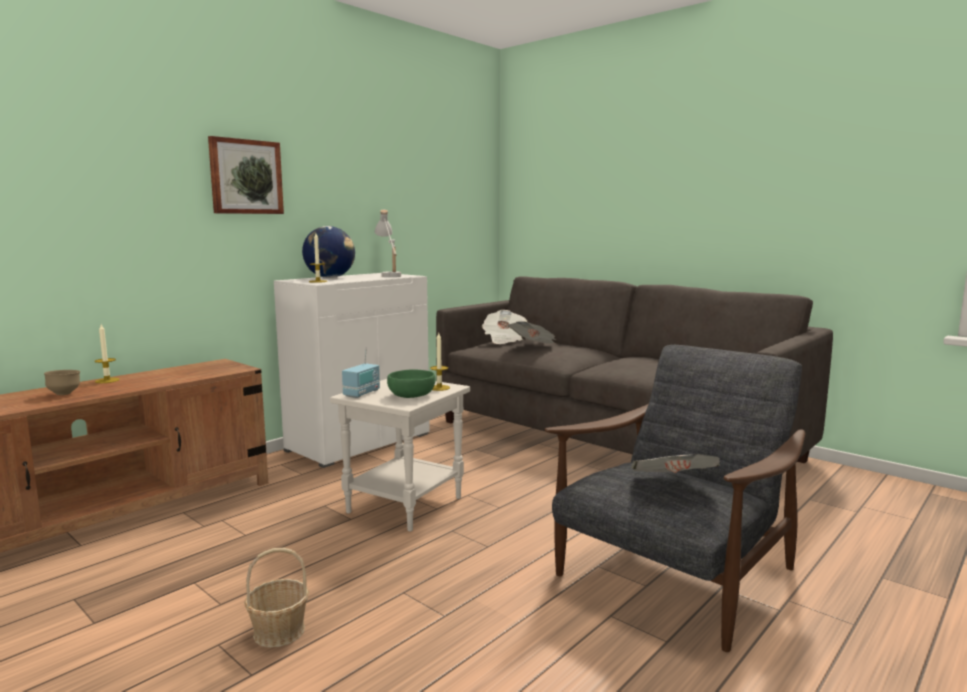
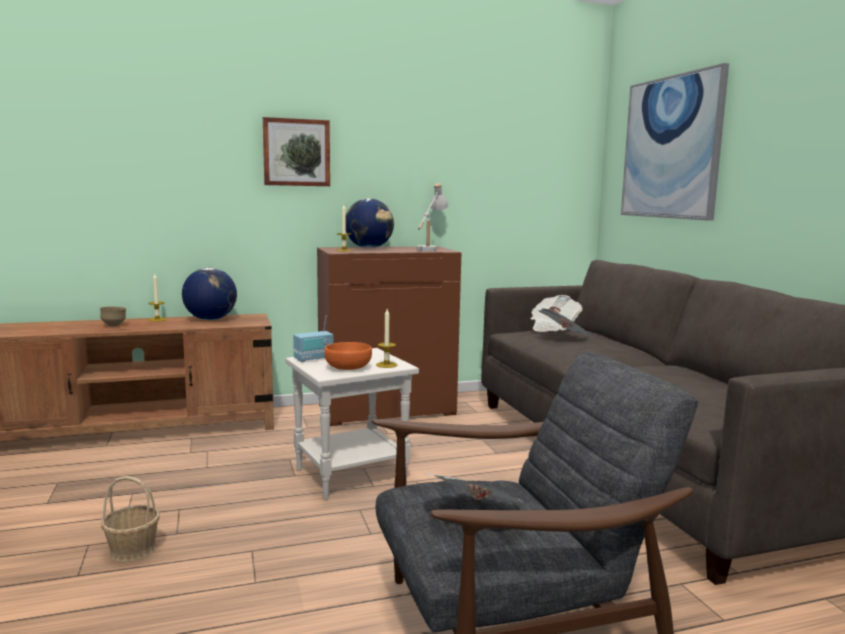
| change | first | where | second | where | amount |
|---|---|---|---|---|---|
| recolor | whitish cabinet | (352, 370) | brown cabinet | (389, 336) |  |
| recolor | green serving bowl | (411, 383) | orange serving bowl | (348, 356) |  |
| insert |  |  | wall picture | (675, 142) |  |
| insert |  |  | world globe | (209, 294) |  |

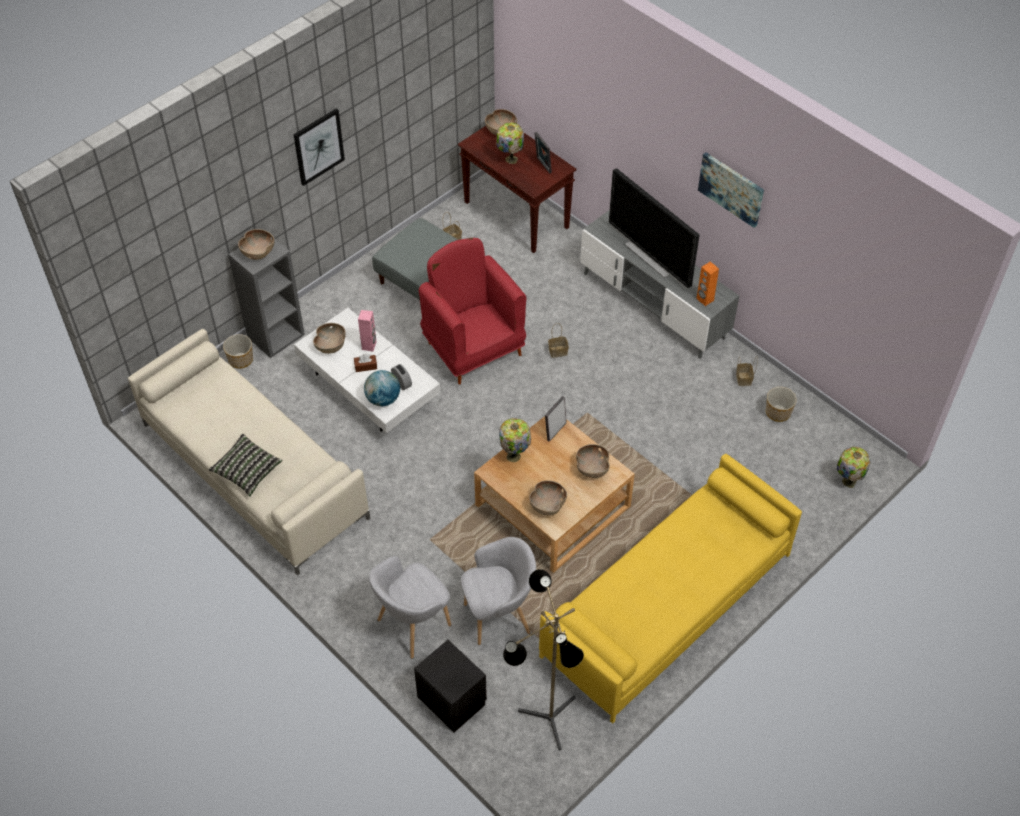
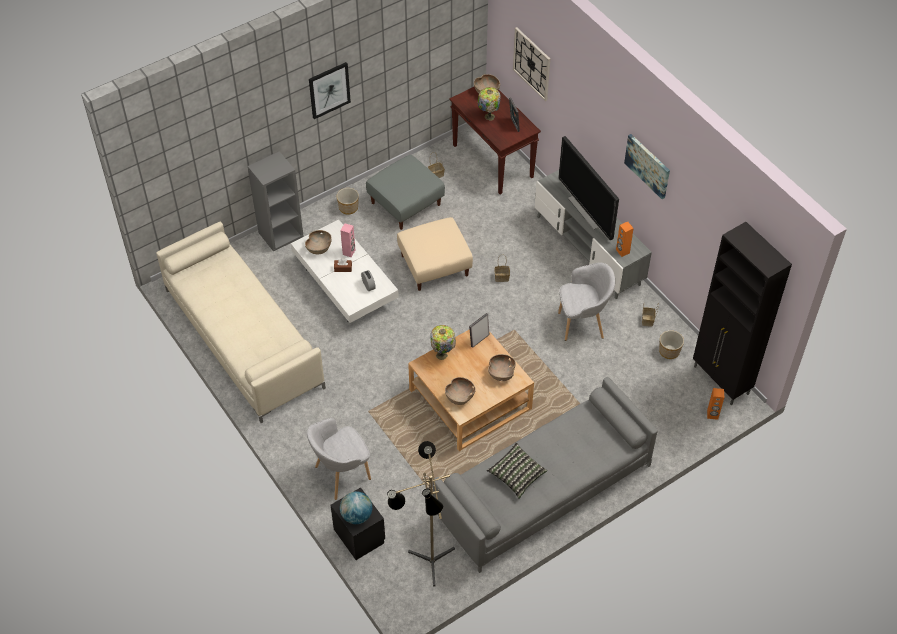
| change | first | where | second | where | amount |
|---|---|---|---|---|---|
| delete | brown serving bowl | (256, 244) |  |  |  |
| replace | reddish easy chair | (473, 311) | sand-coloured pouffe | (435, 254) |  |
| move | flower pot | (238, 351) |  | (347, 201) |  |
| move | world globe | (382, 388) |  | (356, 507) |  |
| move | pillow | (245, 465) |  | (517, 471) |  |
| replace | lamp for a table | (854, 467) | orange speaker | (715, 404) |  |
| recolor | yellow couch | (670, 589) | gray couch | (545, 475) |  |
| move | gray easy chair | (498, 591) |  | (586, 302) |  |
| insert |  |  | wall clock | (531, 64) |  |
| insert |  |  | blackish cabinet | (742, 313) |  |

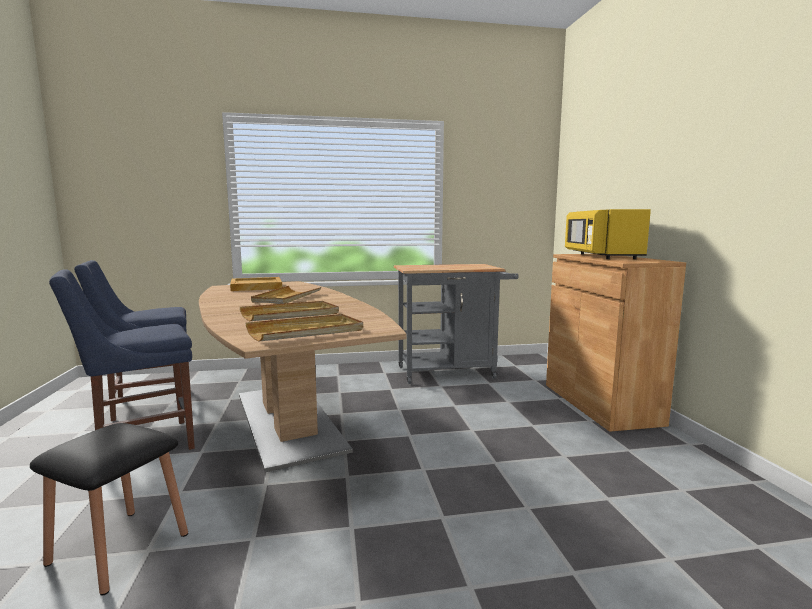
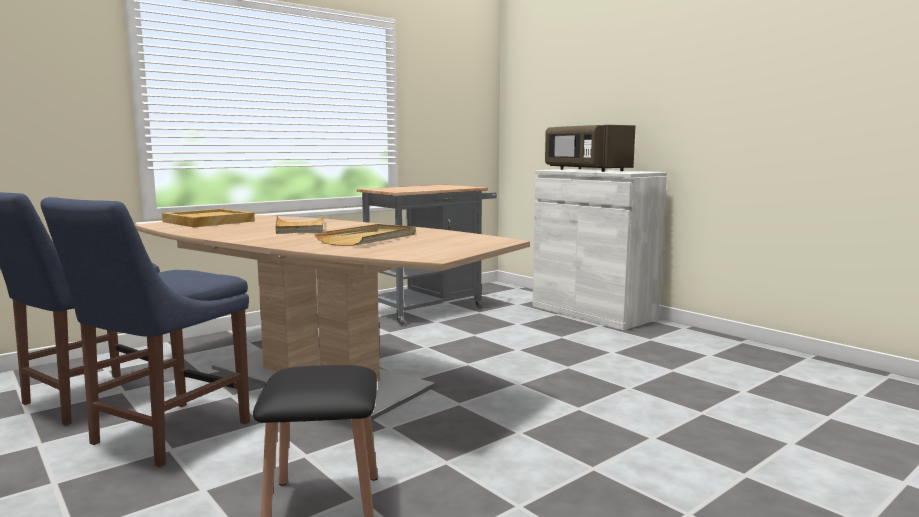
| change | first | where | second | where | amount |
|---|---|---|---|---|---|
| recolor | yellow kitchen microwave | (608, 234) | brown kitchen microwave | (590, 148) |  |
| recolor | brown cabinet | (616, 343) | whitish cabinet | (599, 249) |  |
| delete | sand-coloured tray | (304, 328) |  |  |  |

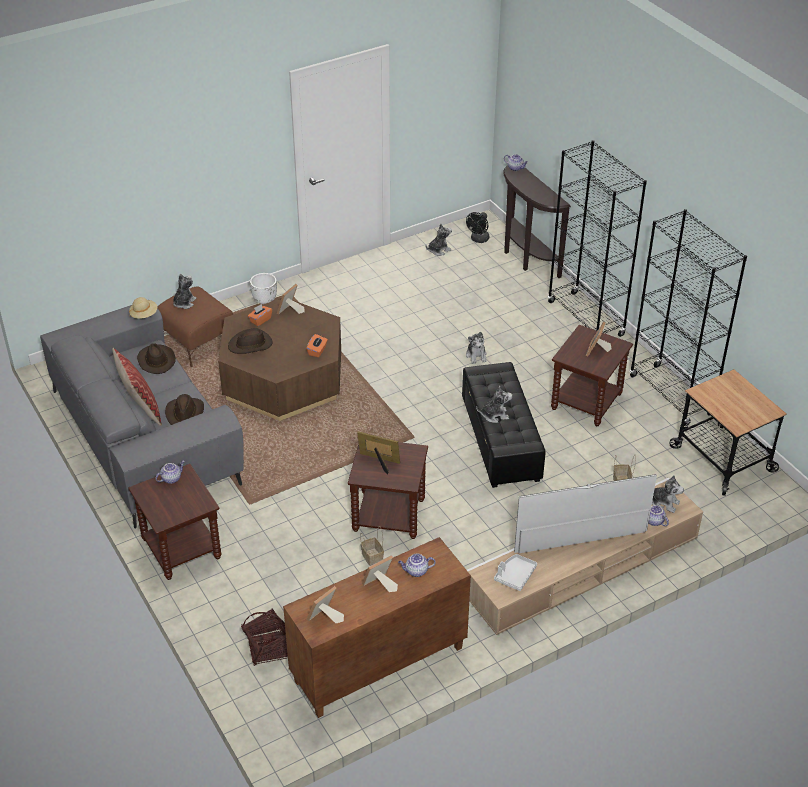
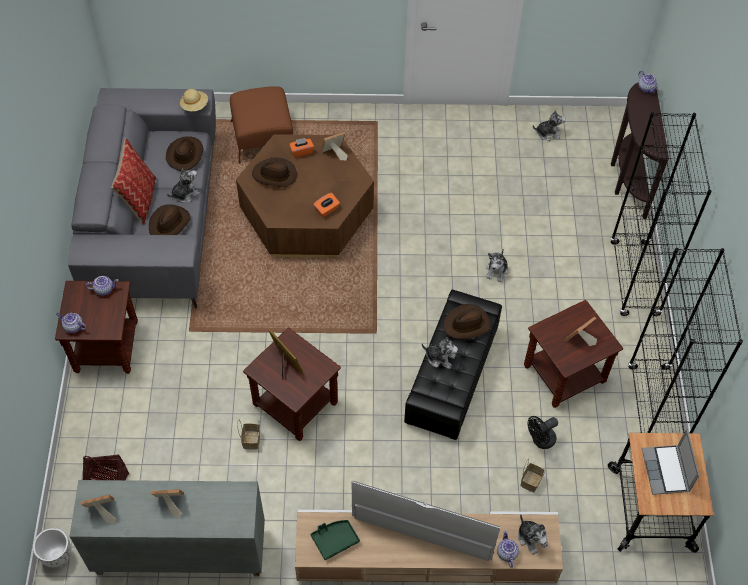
| change | first | where | second | where | amount |
|---|---|---|---|---|---|
| move | blackish fan | (477, 227) |  | (542, 432) |  |
| move | whitish flower pot | (263, 288) |  | (52, 548) |  |
| move | cuddly toy | (184, 291) |  | (183, 185) |  |
| recolor | brown cabinet | (377, 627) | gray cabinet | (167, 528) |  |
| move | teapot | (417, 565) |  | (71, 323) |  |
| recolor | gray tray | (515, 572) | green tray | (335, 540) |  |
| insert |  |  | brown clothing hat | (467, 321) |  |
| insert |  |  | notebook computer | (670, 462) |  |

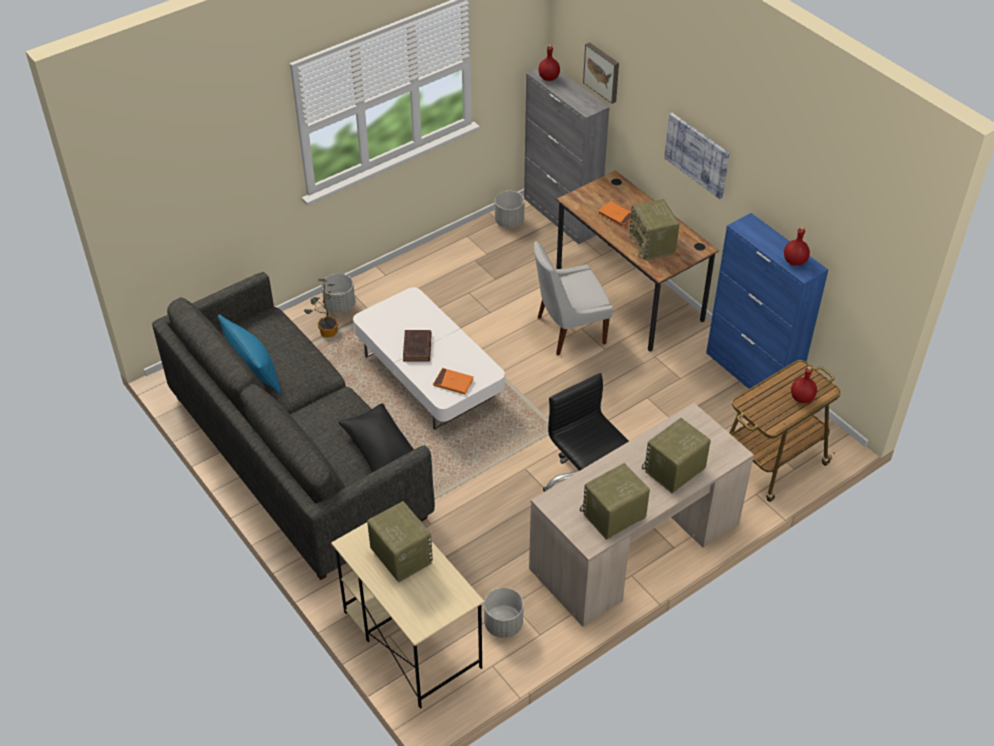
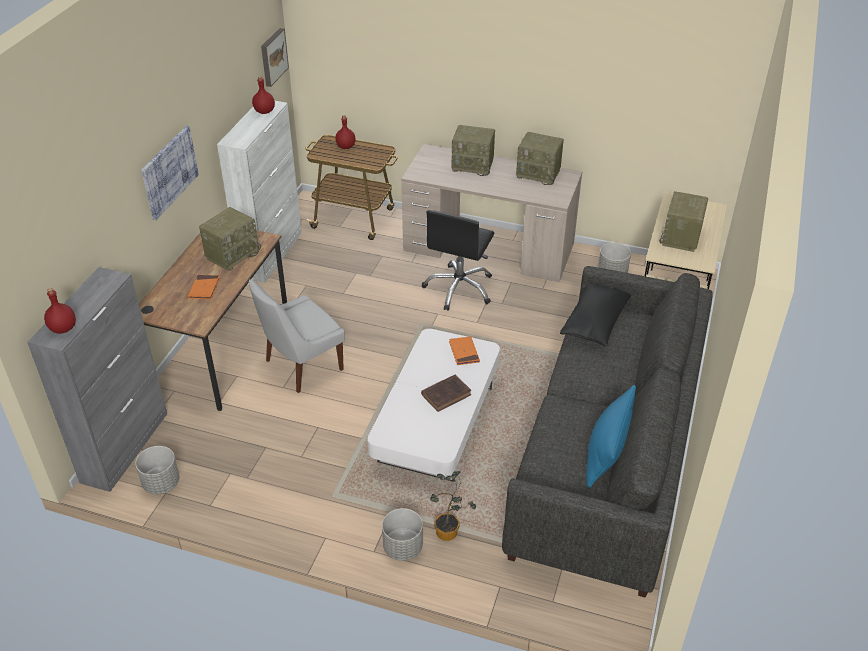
| change | first | where | second | where | amount |
|---|---|---|---|---|---|
| move | wall picture | (601, 73) |  | (275, 57) |  |
| recolor | blue-coloured cabinet | (767, 308) | whitish cabinet | (259, 192) |  |
| rotate | whitish plain chair | (573, 298) |  | (296, 336) | 105 degrees clockwise |

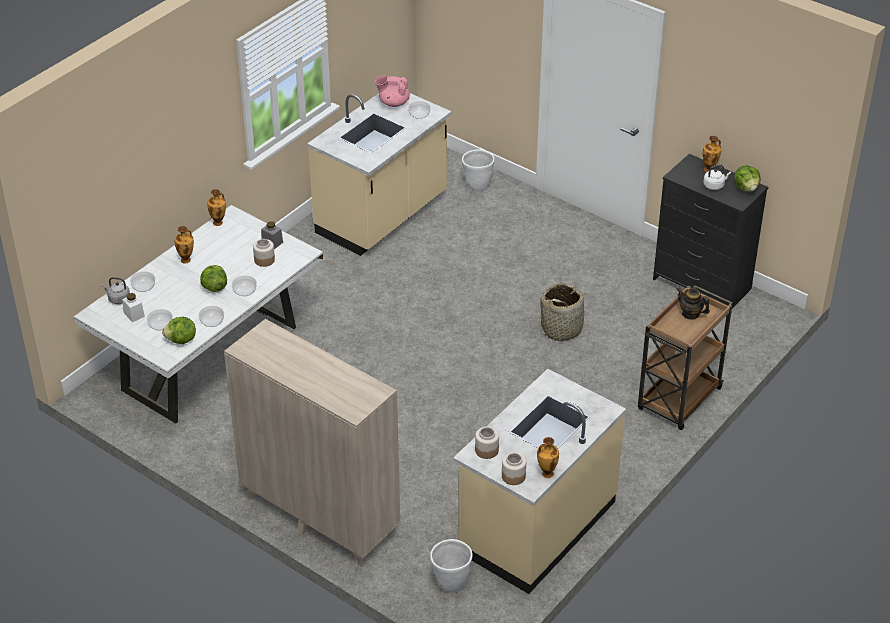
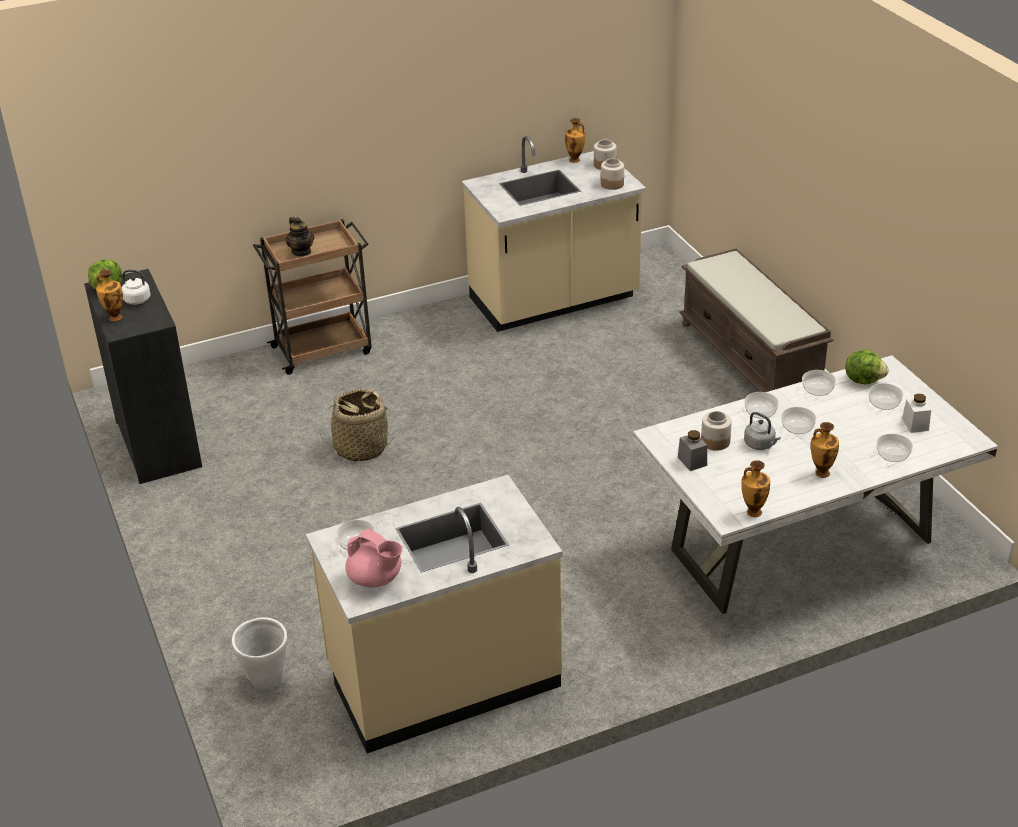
| change | first | where | second | where | amount |
|---|---|---|---|---|---|
| replace | head of lettuce | (213, 278) | serving bowl | (798, 420) |  |
| move | gray tea kettle | (116, 290) |  | (762, 431) |  |
| replace | sand-coloured cabinet | (312, 443) | brown indoor bench | (756, 320) |  |
| delete | whitish flower pot | (451, 565) |  |  |  |

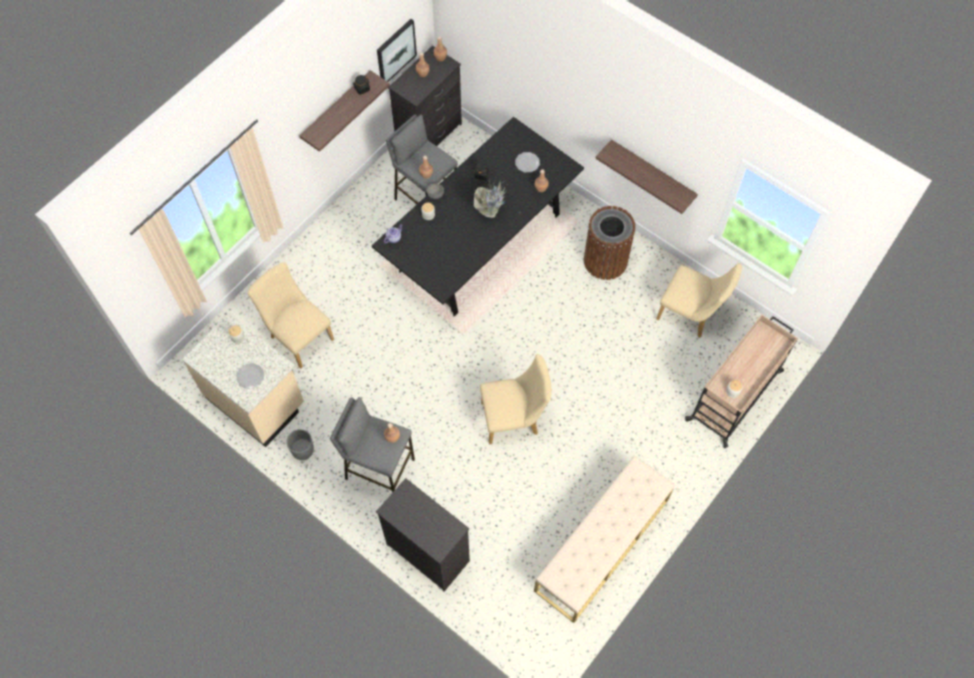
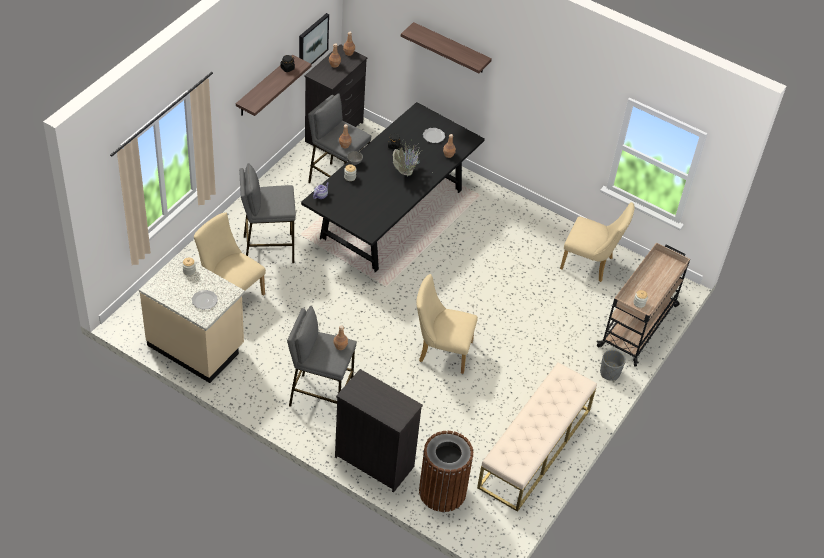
| change | first | where | second | where | amount |
|---|---|---|---|---|---|
| move | wall shelf | (646, 176) |  | (446, 47) |  |
| move | brown trash can | (609, 243) |  | (446, 471) |  |
| rotate | sand-coloured plain chair | (516, 399) |  | (447, 324) | 150 degrees counterclockwise |
| move | gray flower pot | (300, 444) |  | (613, 365) |  |
| insert |  |  | gray sitting stool | (267, 213) |  |

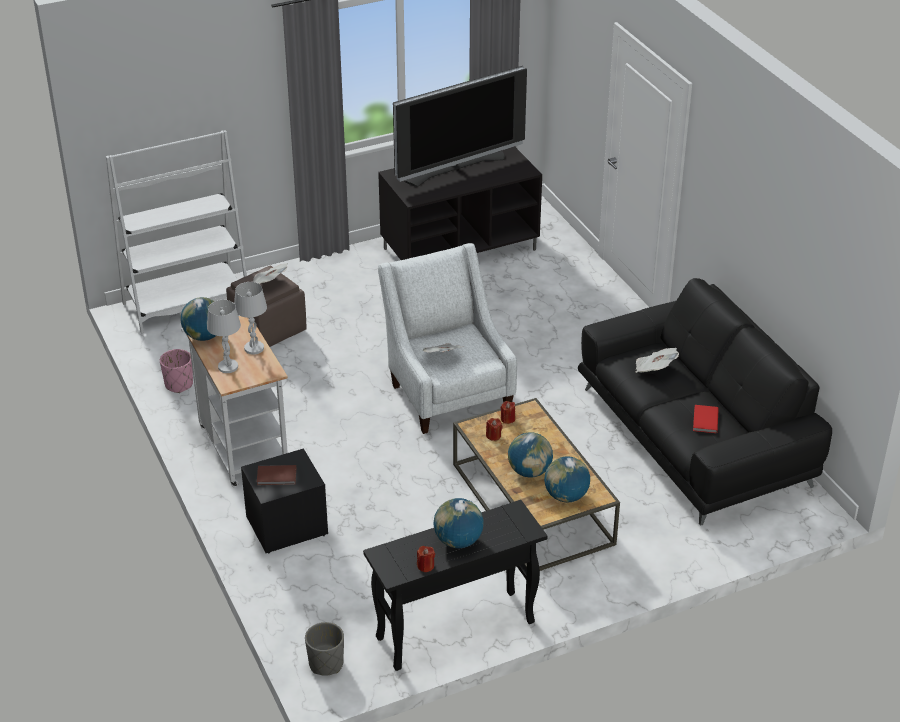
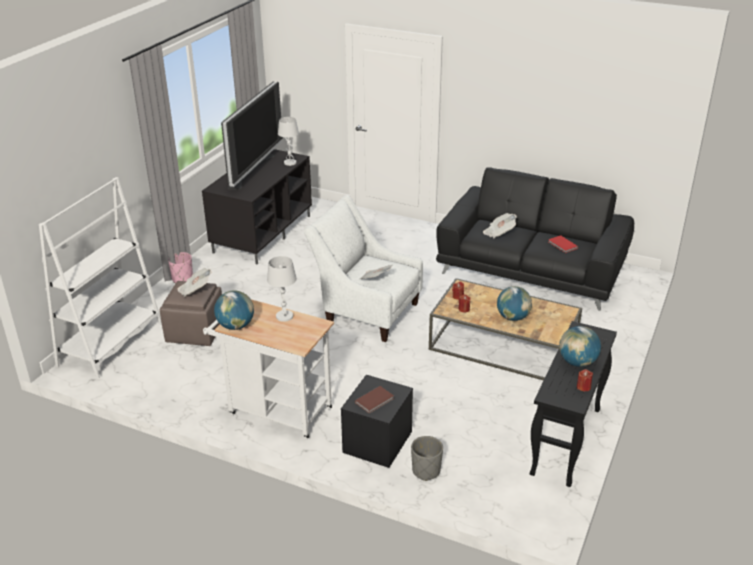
| change | first | where | second | where | amount |
|---|---|---|---|---|---|
| move | whitish lamp for a table | (224, 336) |  | (288, 141) |  |
| move | pink flower pot | (176, 371) |  | (180, 267) |  |
| delete | world globe | (567, 479) |  |  |  |
| move | gray flower pot | (324, 649) |  | (427, 458) |  |

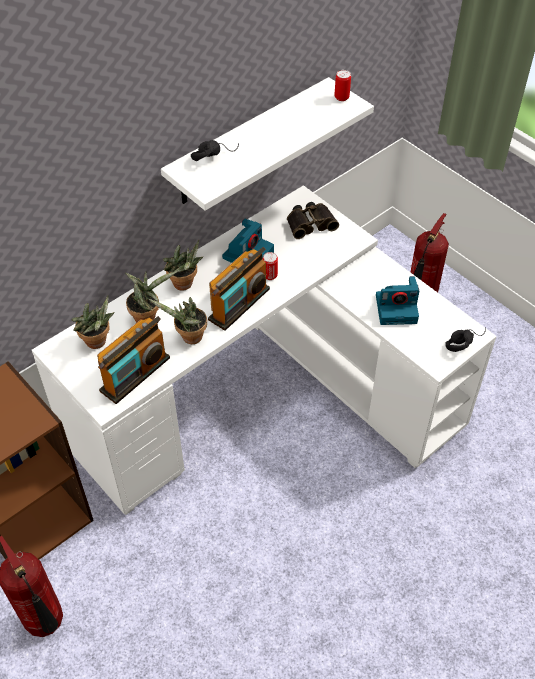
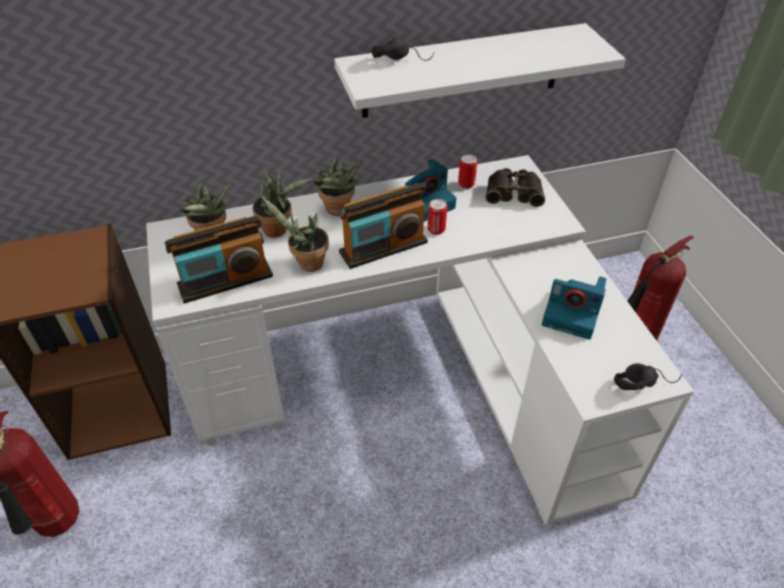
| change | first | where | second | where | amount |
|---|---|---|---|---|---|
| move | can | (342, 85) |  | (467, 171) |  |

